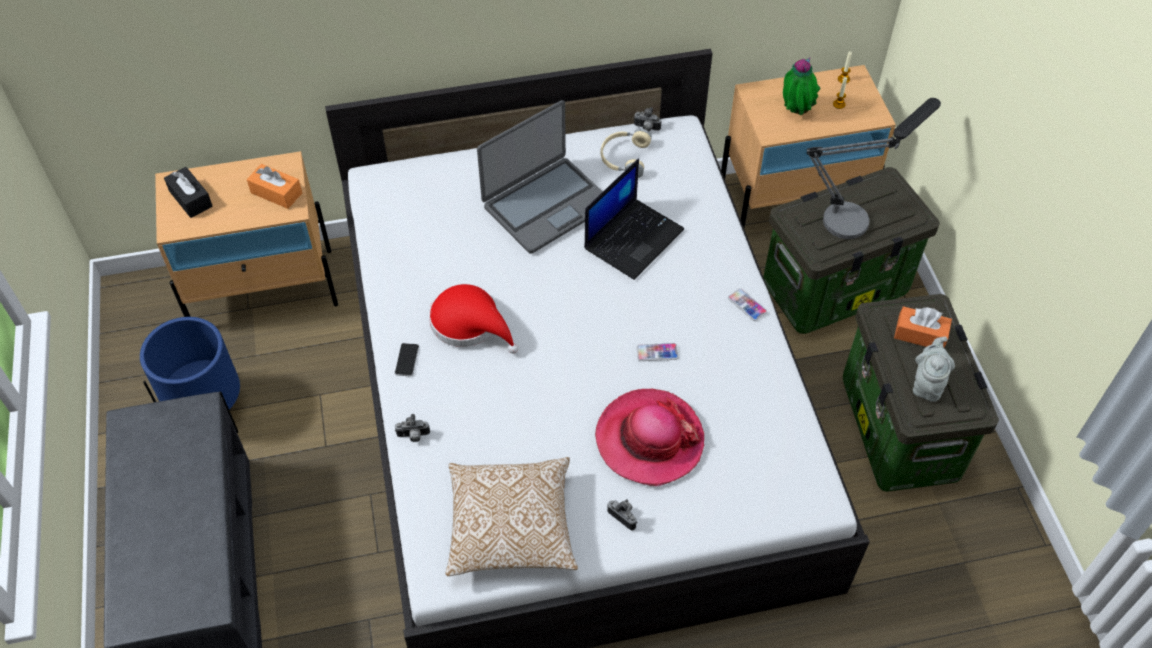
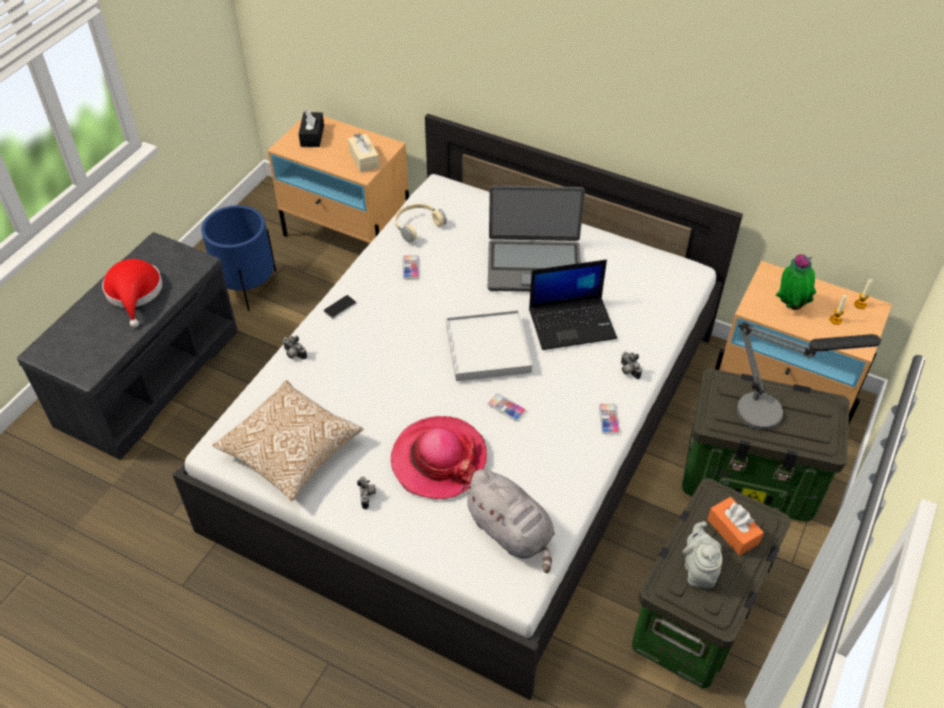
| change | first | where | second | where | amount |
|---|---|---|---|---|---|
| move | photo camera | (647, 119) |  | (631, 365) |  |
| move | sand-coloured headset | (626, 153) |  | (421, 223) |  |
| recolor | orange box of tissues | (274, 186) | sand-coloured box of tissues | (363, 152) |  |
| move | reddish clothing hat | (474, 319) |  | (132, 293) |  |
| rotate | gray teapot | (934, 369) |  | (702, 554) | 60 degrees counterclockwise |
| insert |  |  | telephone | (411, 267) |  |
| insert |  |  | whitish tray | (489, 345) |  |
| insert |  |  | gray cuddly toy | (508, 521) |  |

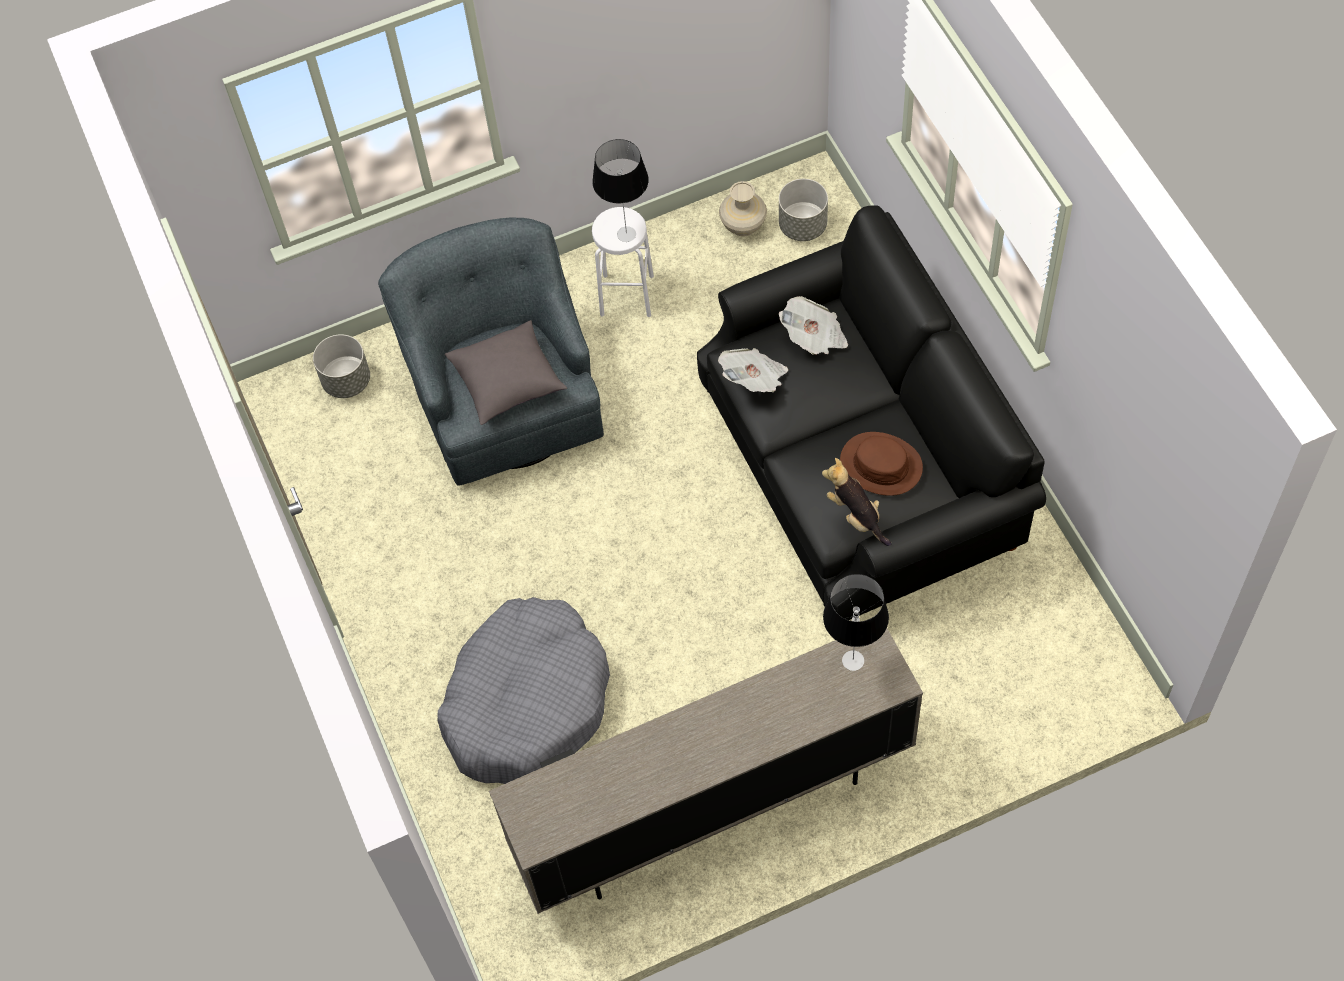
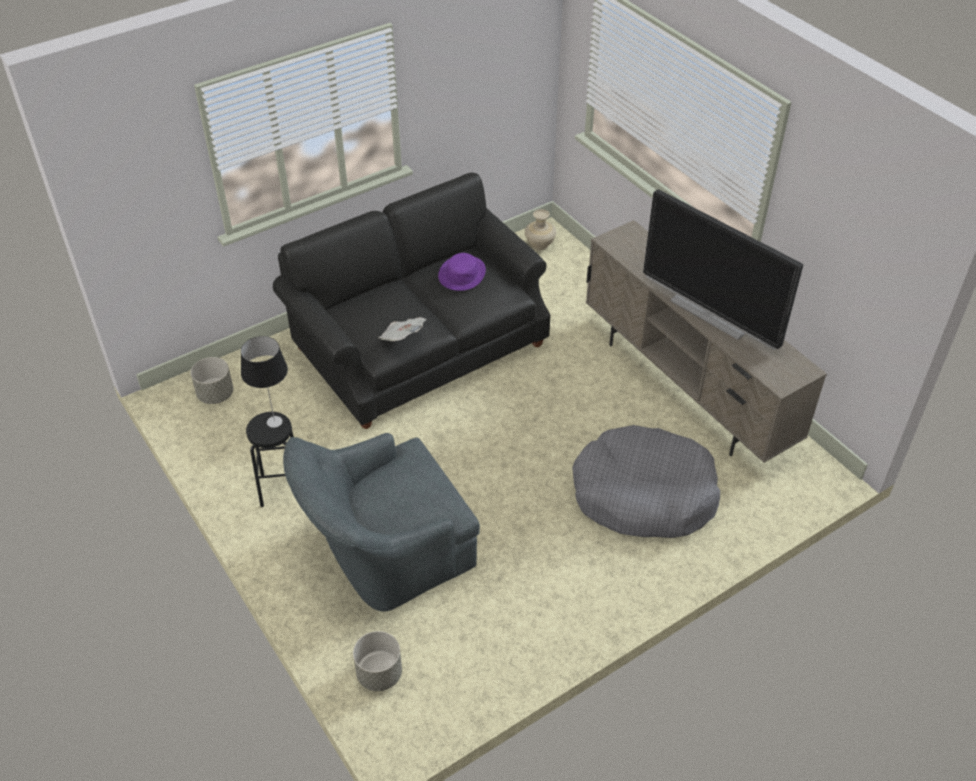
| change | first | where | second | where | amount |
|---|---|---|---|---|---|
| move | sand-coloured decorative vase | (743, 209) |  | (541, 229) |  |
| recolor | whitish sitting stool | (623, 262) | blackish sitting stool | (270, 459) |  |
| delete | printed paper | (813, 325) |  |  |  |
| delete | gray pillow | (505, 372) |  |  |  |
| recolor | brown clothing hat | (881, 464) | purplish clothing hat | (462, 272) |  |
| delete | cuddly toy | (856, 502) |  |  |  |
| delete | lamp for a table | (856, 622) |  |  |  |
| insert |  |  | TV | (723, 269) |  |

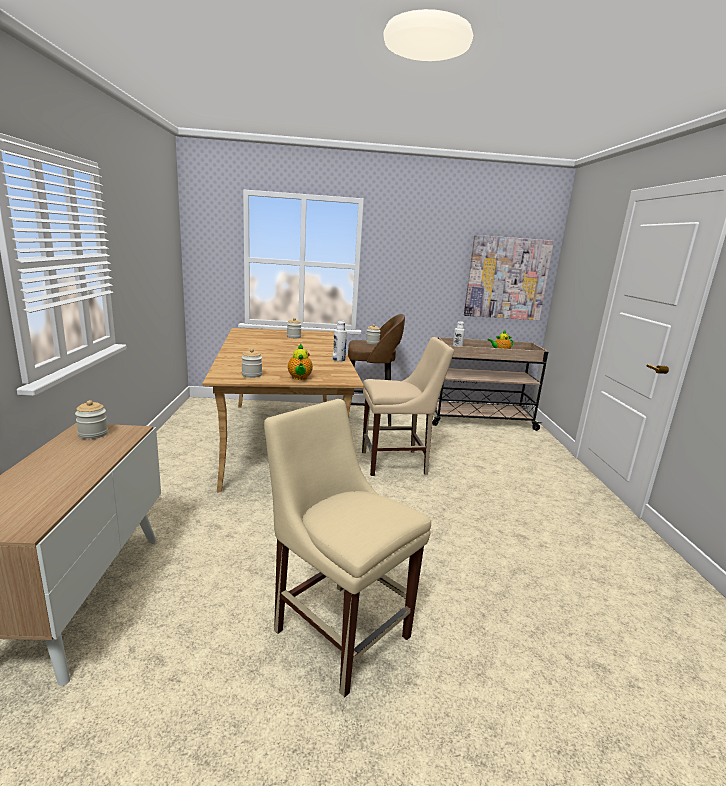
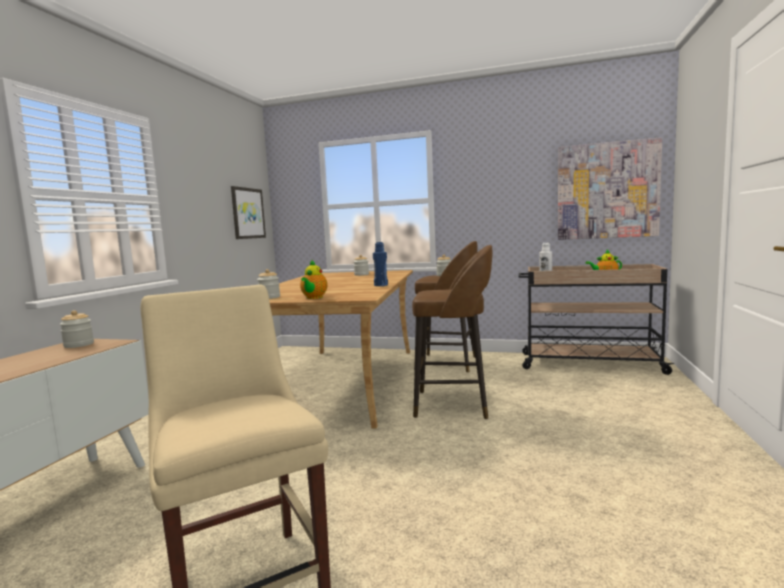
| change | first | where | second | where | amount |
|---|---|---|---|---|---|
| recolor | whitish beverage bottle | (340, 340) | blue-coloured beverage bottle | (380, 264) |  |
| replace | sand-coloured plain chair | (408, 406) | brown sitting stool | (452, 332) |  |
| insert |  |  | wall picture | (248, 212) |  |

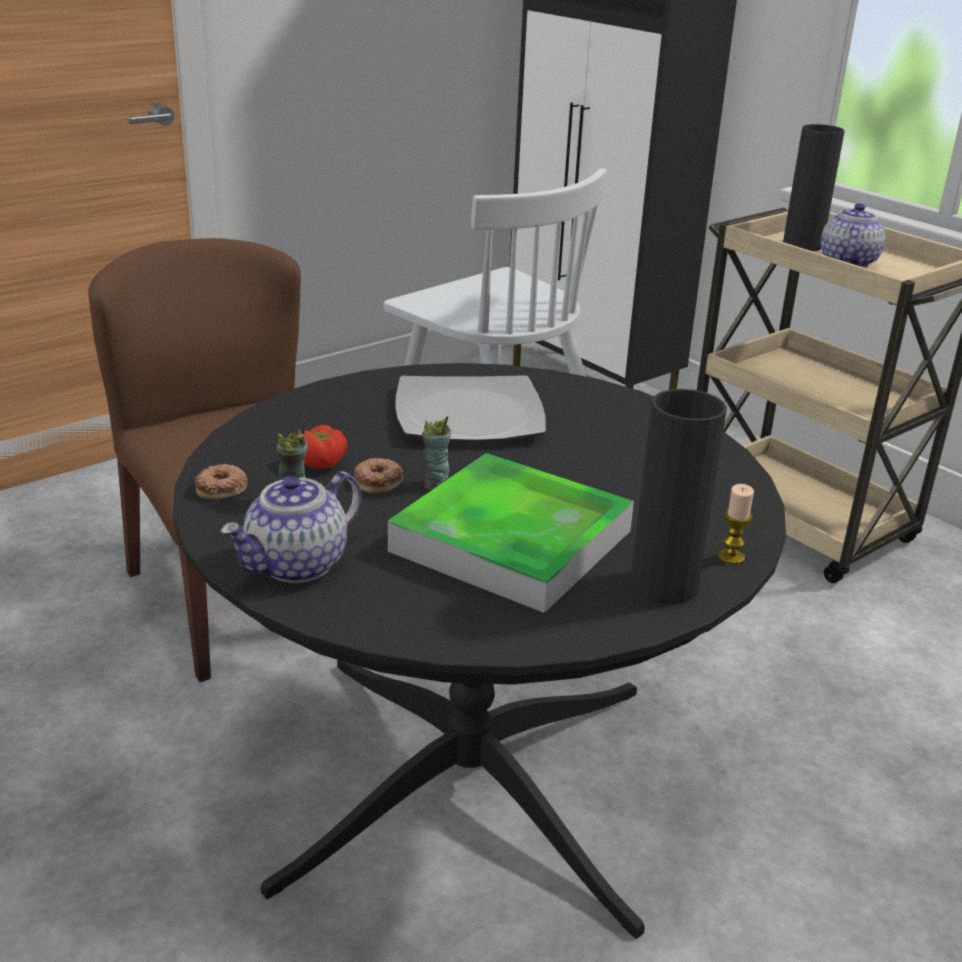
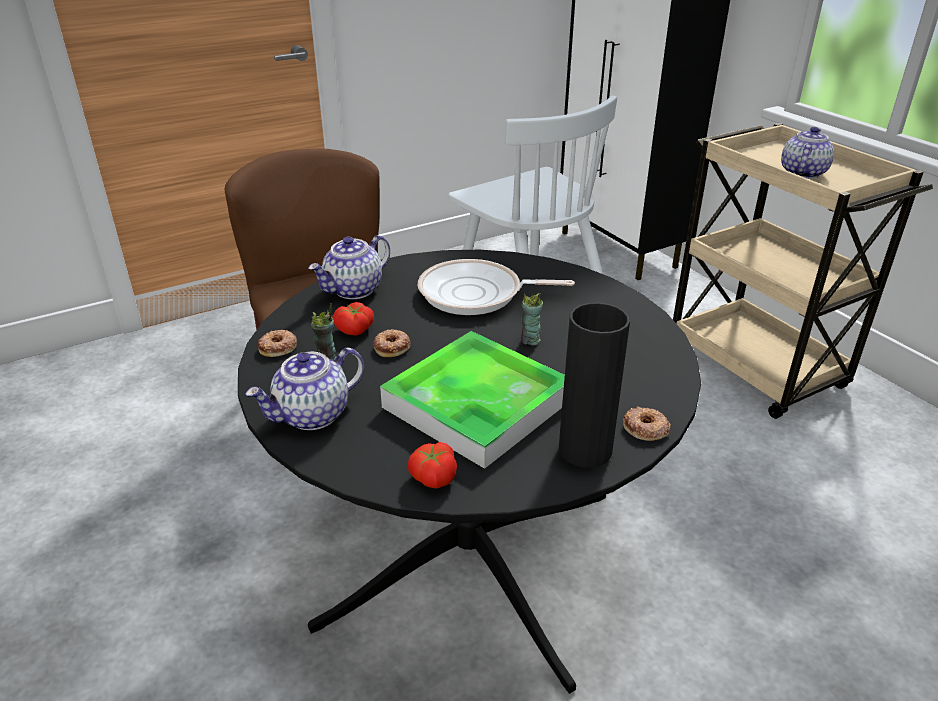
| change | first | where | second | where | amount |
|---|---|---|---|---|---|
| delete | blackish decorative vase | (814, 187) |  |  |  |
| replace | plate | (470, 408) | skillet | (496, 287) |  |
| move | drinking cup | (437, 453) |  | (532, 319) |  |
| replace | wax light | (736, 524) | doughnut | (647, 423) |  |
| insert |  |  | teapot | (349, 267) |  |
| insert |  |  | tomato | (432, 465) |  |

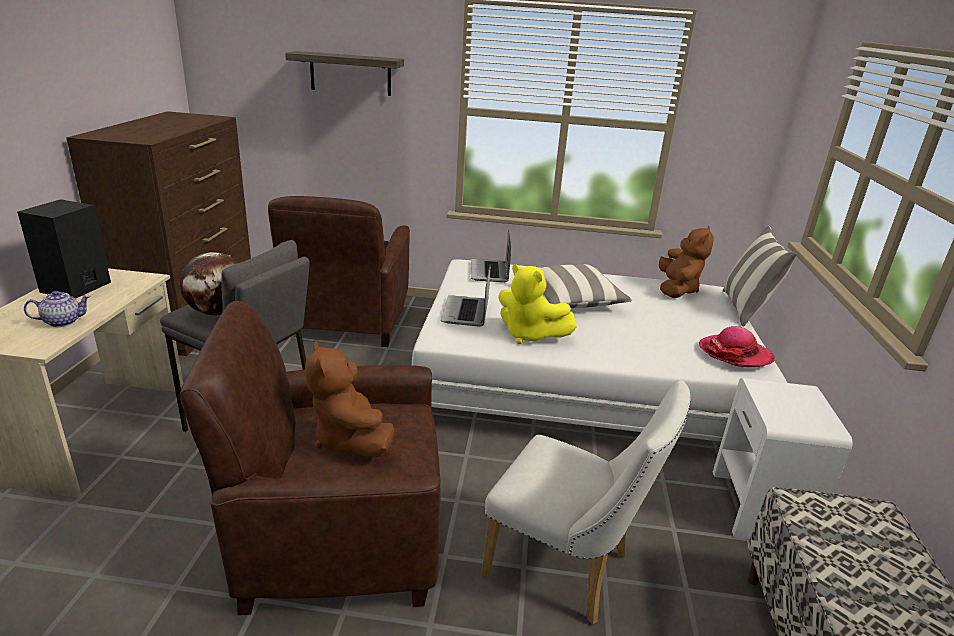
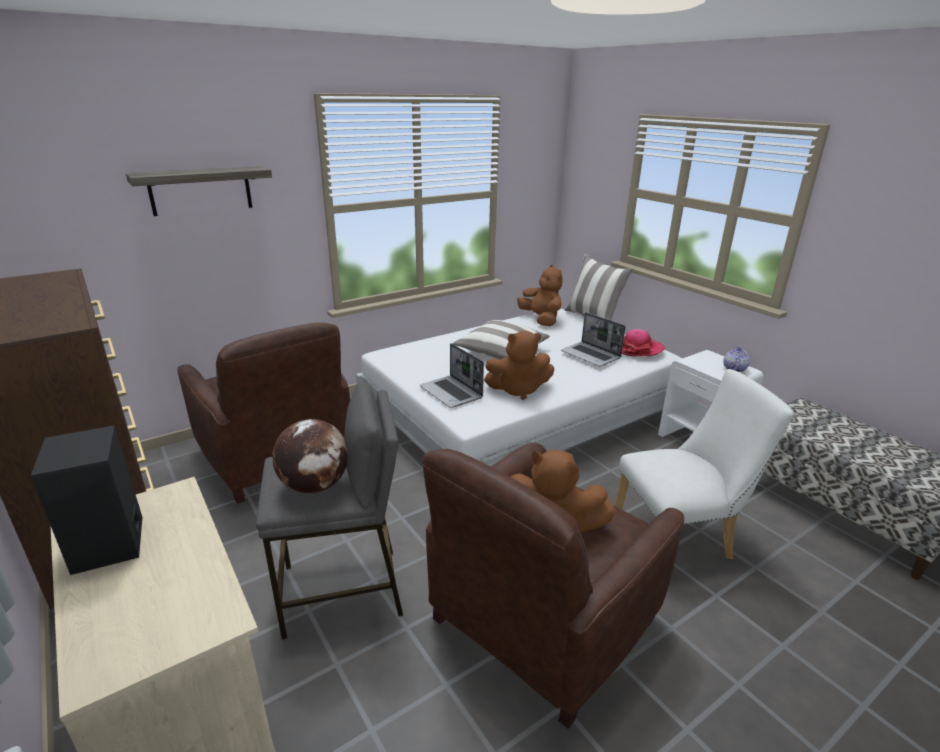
| change | first | where | second | where | amount |
|---|---|---|---|---|---|
| move | notebook computer | (491, 256) |  | (593, 339) |  |
| recolor | yellow cuddly toy | (537, 304) | brown cuddly toy | (519, 365) |  |
| move | teapot | (57, 309) |  | (736, 359) |  |

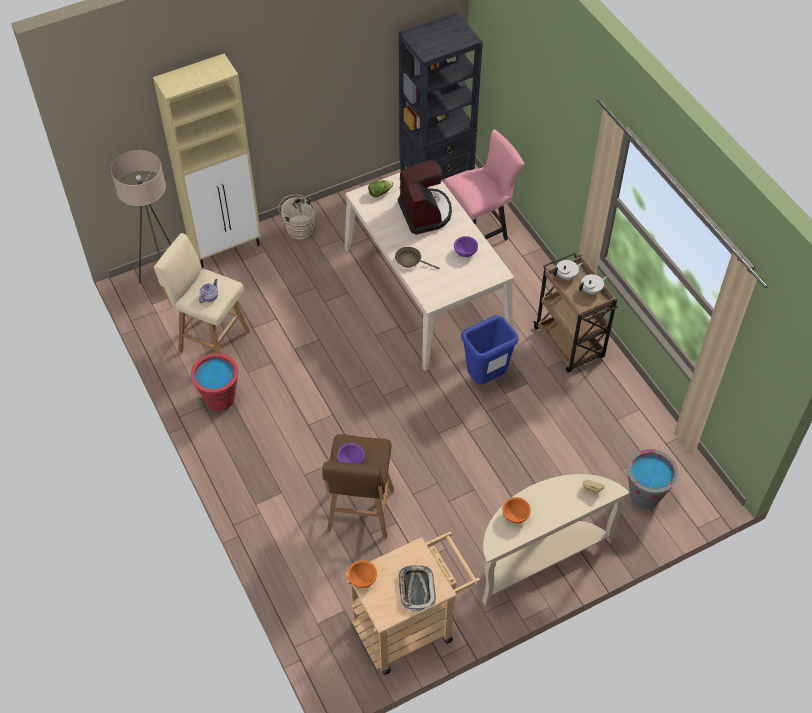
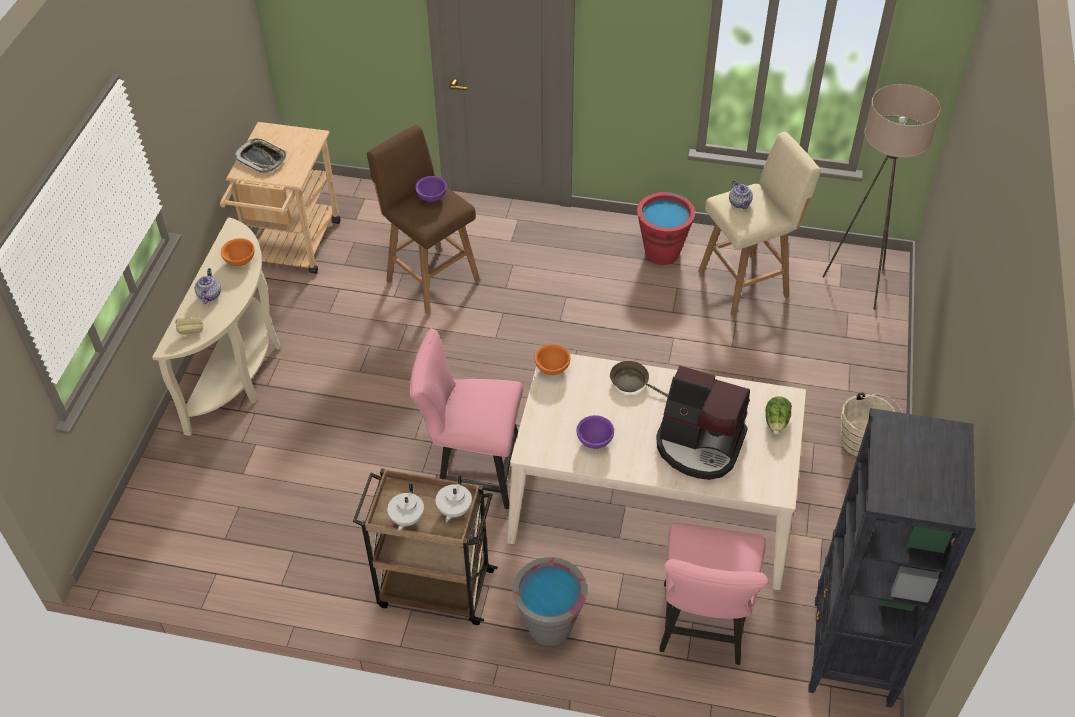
| change | first | where | second | where | amount |
|---|---|---|---|---|---|
| delete | sand-coloured cabinet | (207, 161) |  |  |  |
| rotate | brown skillet | (417, 258) |  | (639, 379) | 120 degrees counterclockwise |
| replace | blue-coloured trash can | (489, 349) | pink plain chair | (466, 418) |  |
| move | gray pail | (652, 479) |  | (550, 601) |  |
| move | orange serving bowl | (362, 574) |  | (552, 359) |  |
| insert |  |  | teapot | (208, 286) |  |

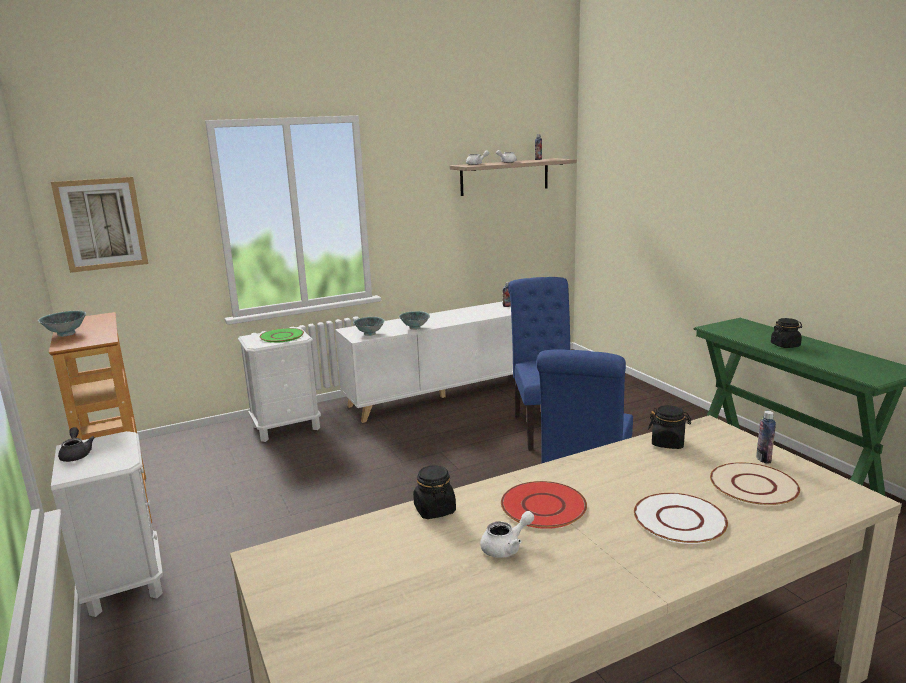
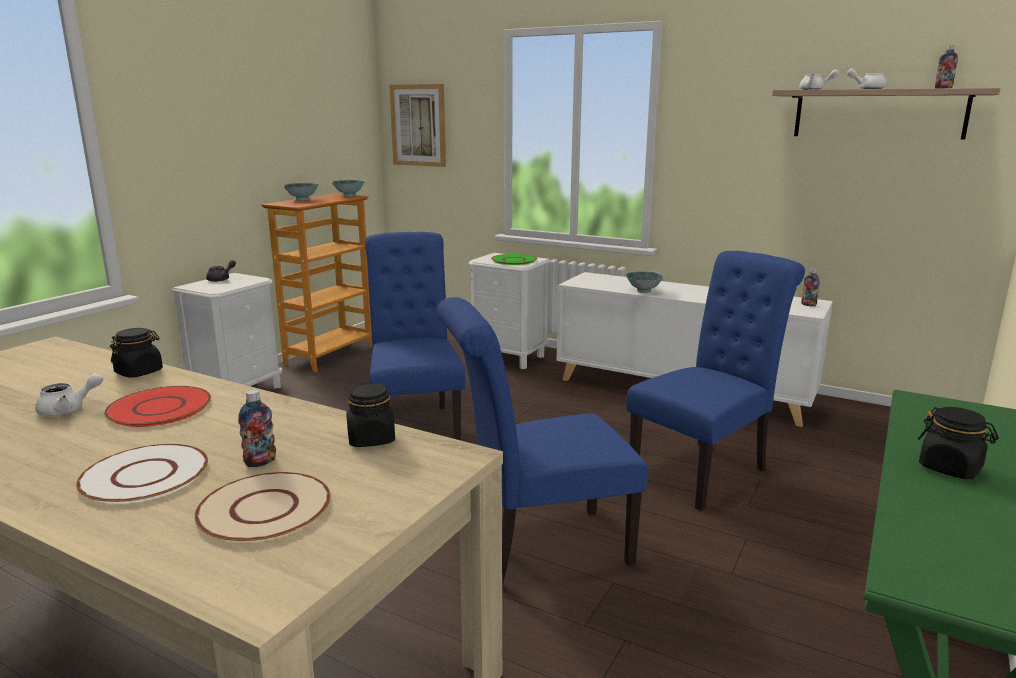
| change | first | where | second | where | amount |
|---|---|---|---|---|---|
| move | serving bowl | (369, 326) |  | (348, 188) |  |
| move | beverage bottle | (766, 437) |  | (257, 428) |  |
| rotate | whitish teapot | (507, 534) |  | (69, 394) | 60 degrees counterclockwise |
| insert |  |  | blue-coloured plain chair | (415, 336) |  |

